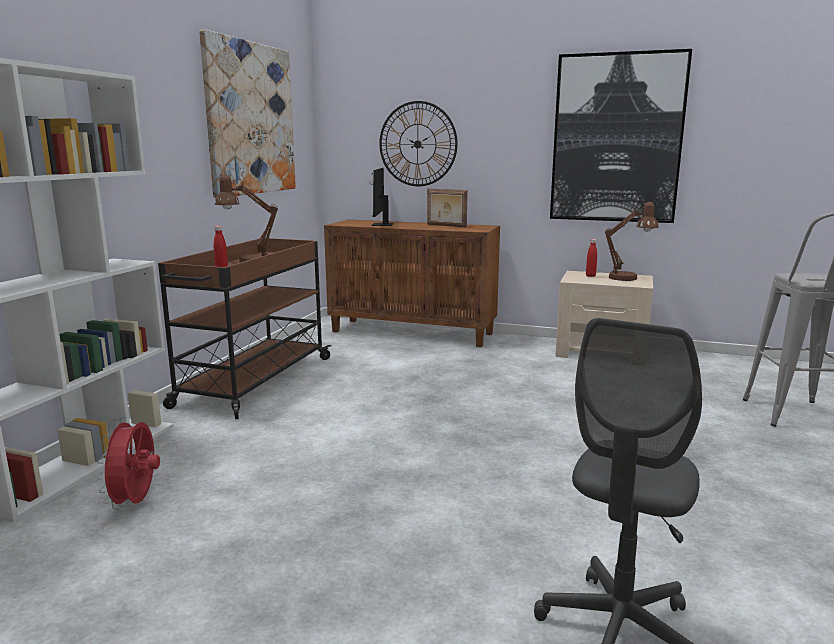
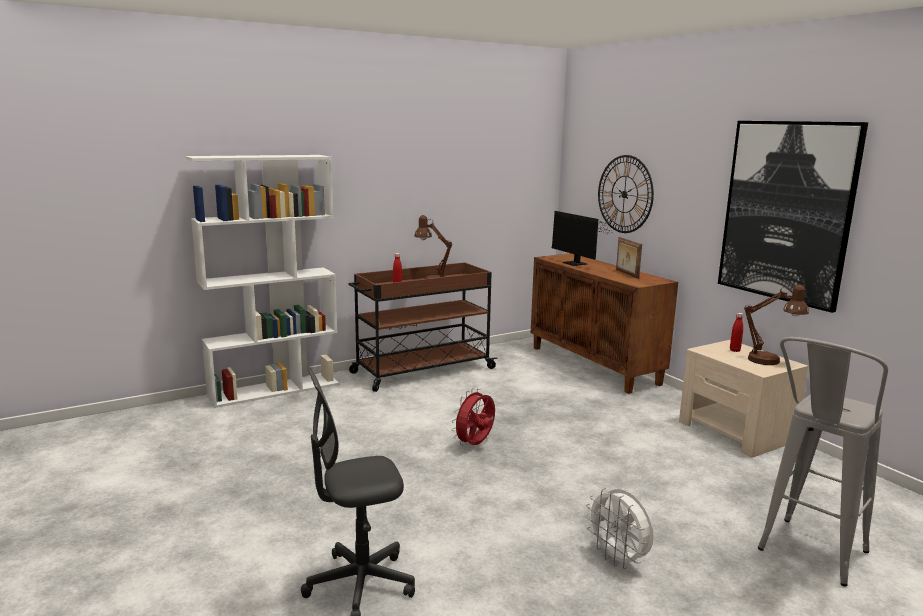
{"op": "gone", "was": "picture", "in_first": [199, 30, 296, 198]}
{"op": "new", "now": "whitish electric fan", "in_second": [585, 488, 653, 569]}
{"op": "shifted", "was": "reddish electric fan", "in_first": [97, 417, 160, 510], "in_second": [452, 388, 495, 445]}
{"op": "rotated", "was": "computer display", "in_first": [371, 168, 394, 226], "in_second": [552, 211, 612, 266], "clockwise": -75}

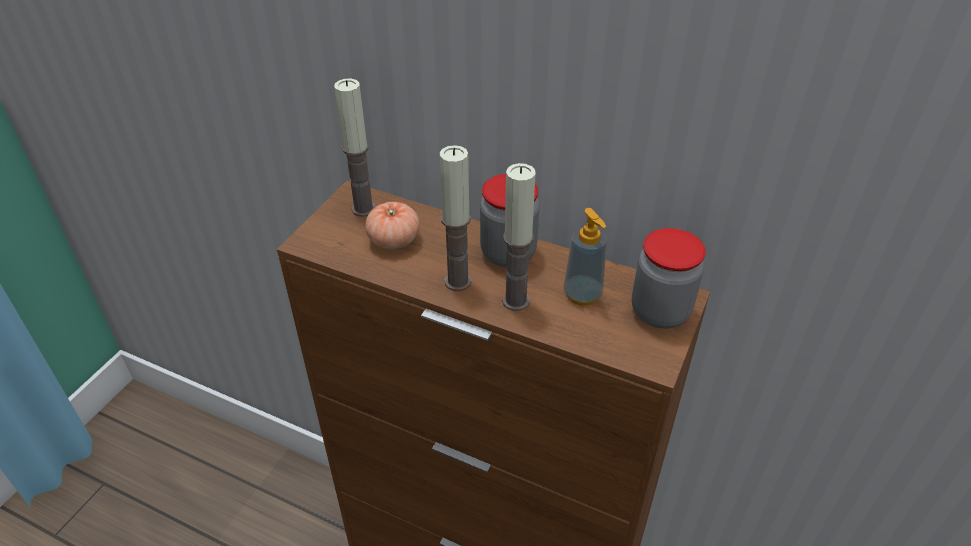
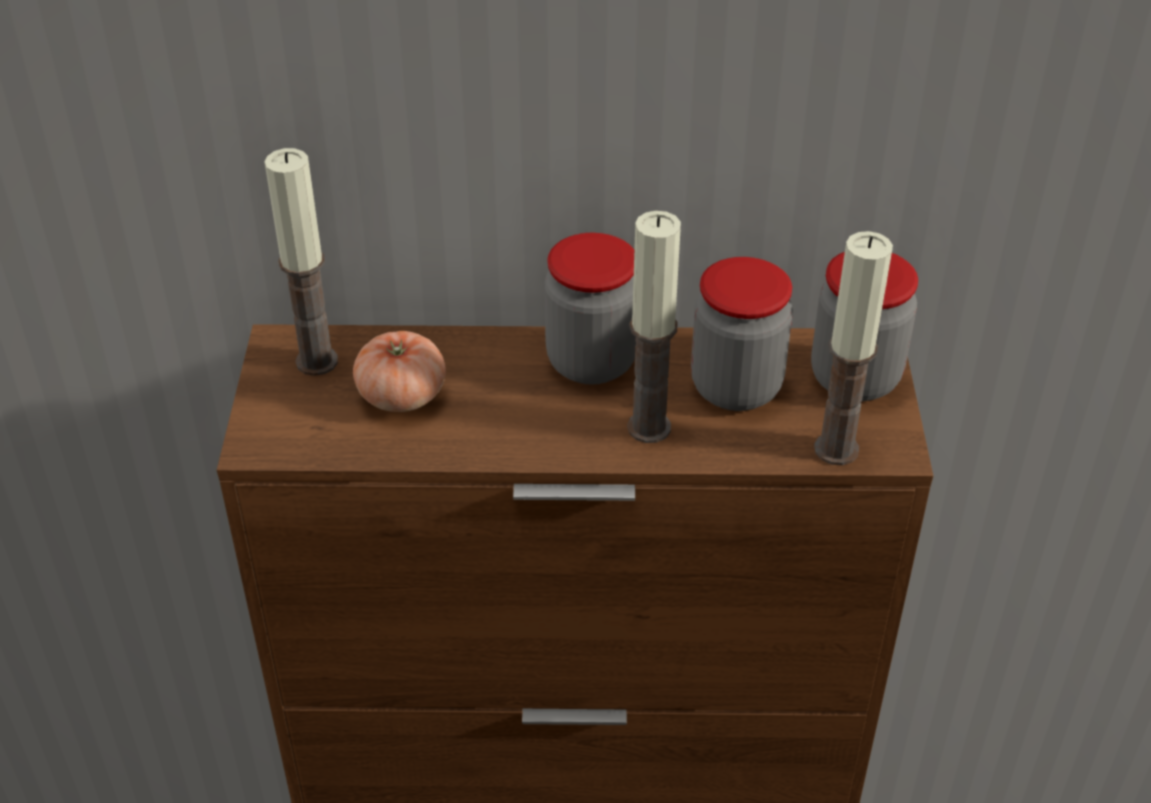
{"op": "shifted", "was": "wax light", "in_first": [440, 145, 472, 291], "in_second": [814, 231, 893, 465]}
{"op": "swapped", "was": "liquid soap bottle", "now": "storage jar", "in_first": [563, 208, 607, 306], "in_second": [691, 257, 793, 411]}

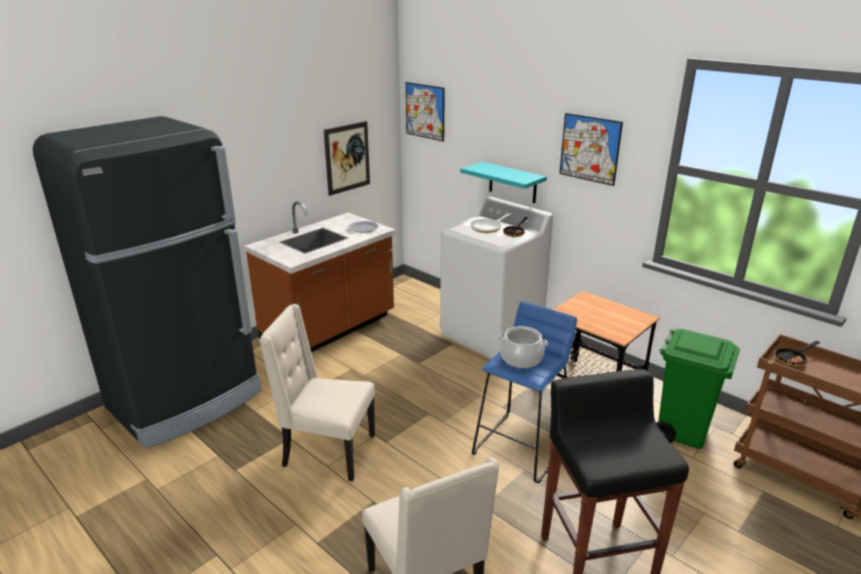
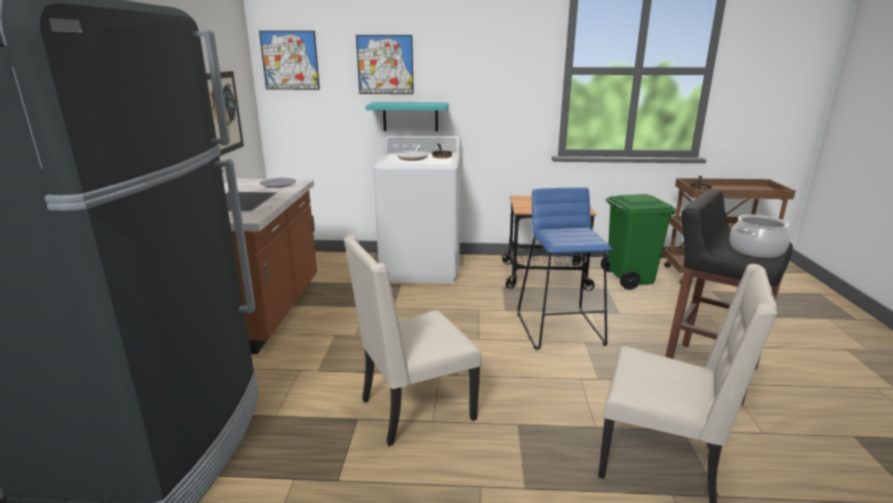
{"op": "shifted", "was": "cooking pot", "in_first": [499, 326, 548, 368], "in_second": [730, 215, 790, 258]}
{"op": "shifted", "was": "picture", "in_first": [559, 113, 623, 186], "in_second": [356, 35, 414, 94]}

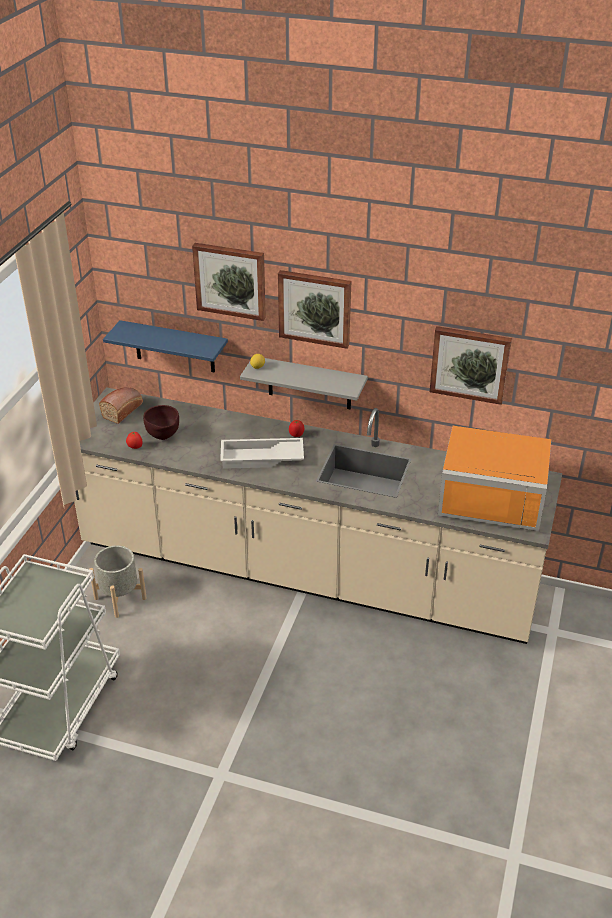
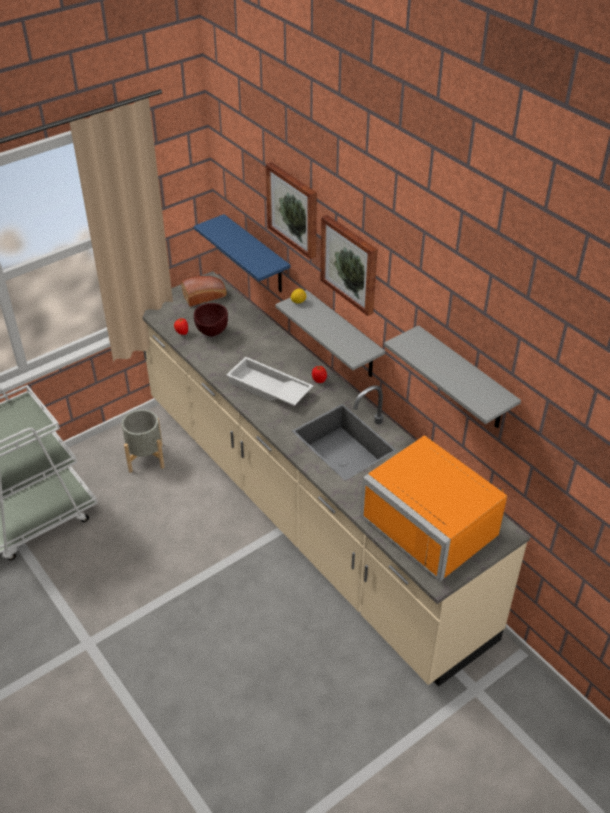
{"op": "swapped", "was": "picture", "now": "grey shelf", "in_first": [430, 326, 512, 405], "in_second": [384, 325, 521, 428]}

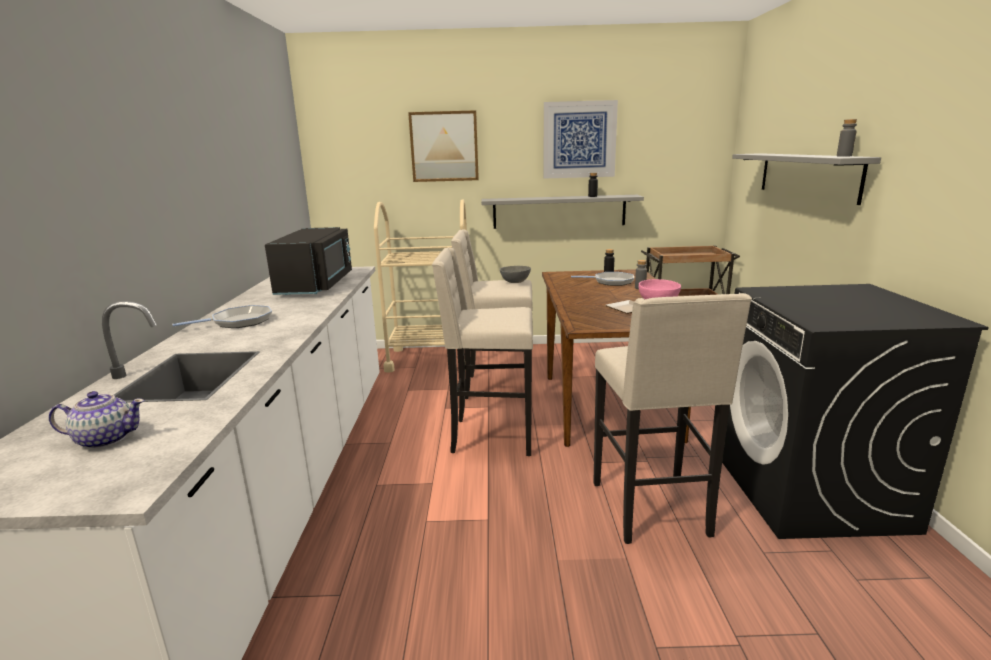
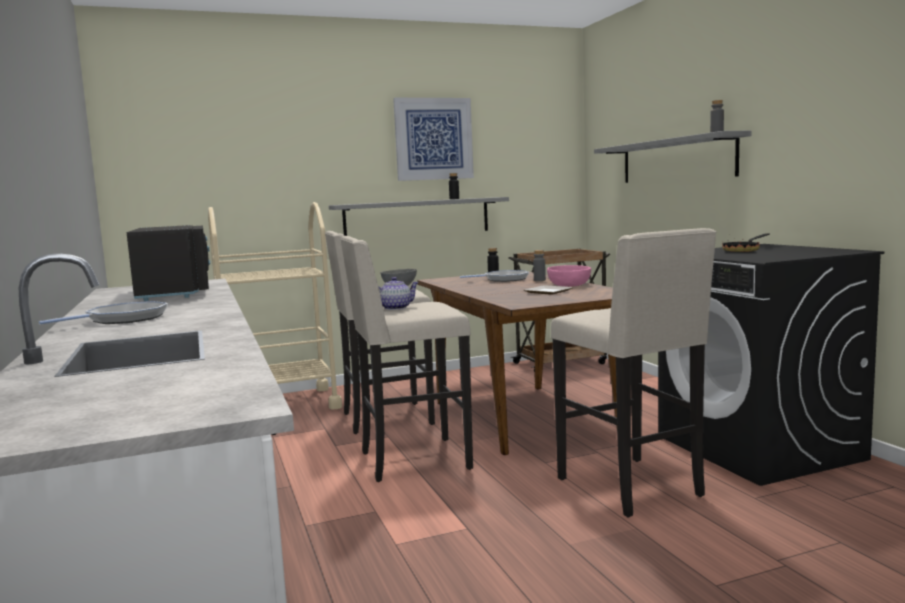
{"op": "gone", "was": "picture", "in_first": [408, 110, 479, 182]}
{"op": "new", "now": "pan", "in_second": [722, 233, 770, 252]}
{"op": "shifted", "was": "pot for tea", "in_first": [49, 391, 144, 449], "in_second": [378, 277, 419, 310]}

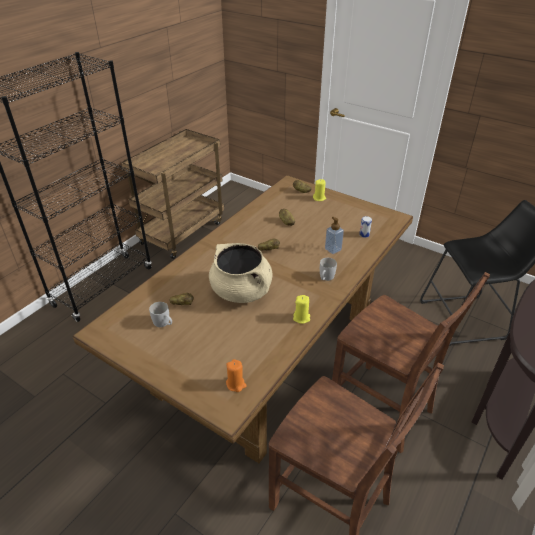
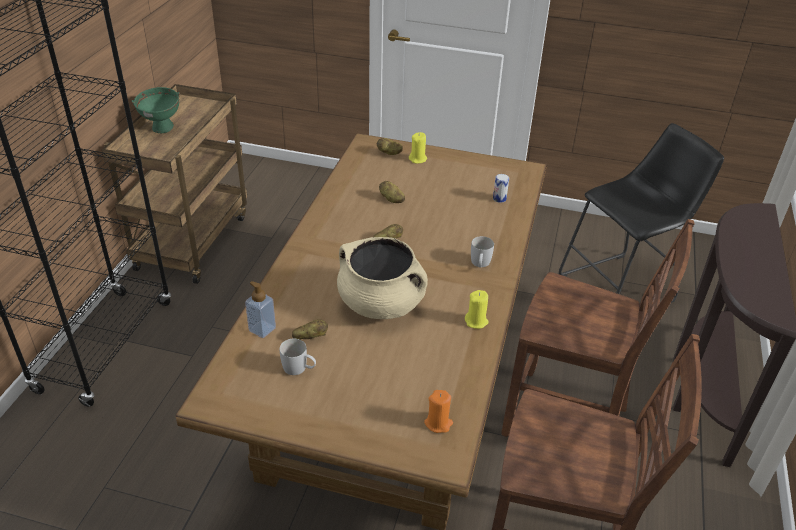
{"op": "new", "now": "green serving bowl", "in_second": [132, 87, 180, 133]}
{"op": "shifted", "was": "liquid soap bottle", "in_first": [325, 217, 344, 254], "in_second": [245, 281, 276, 338]}

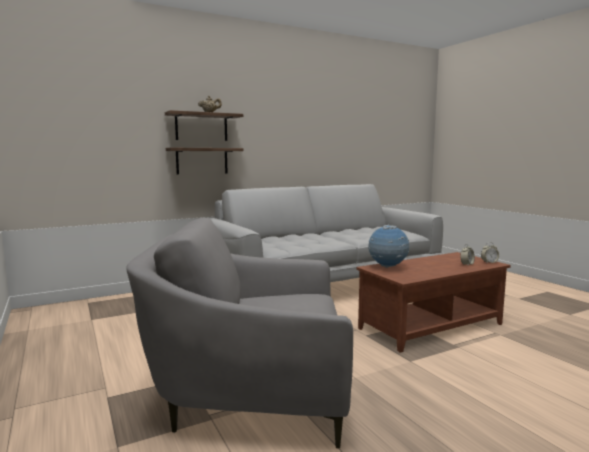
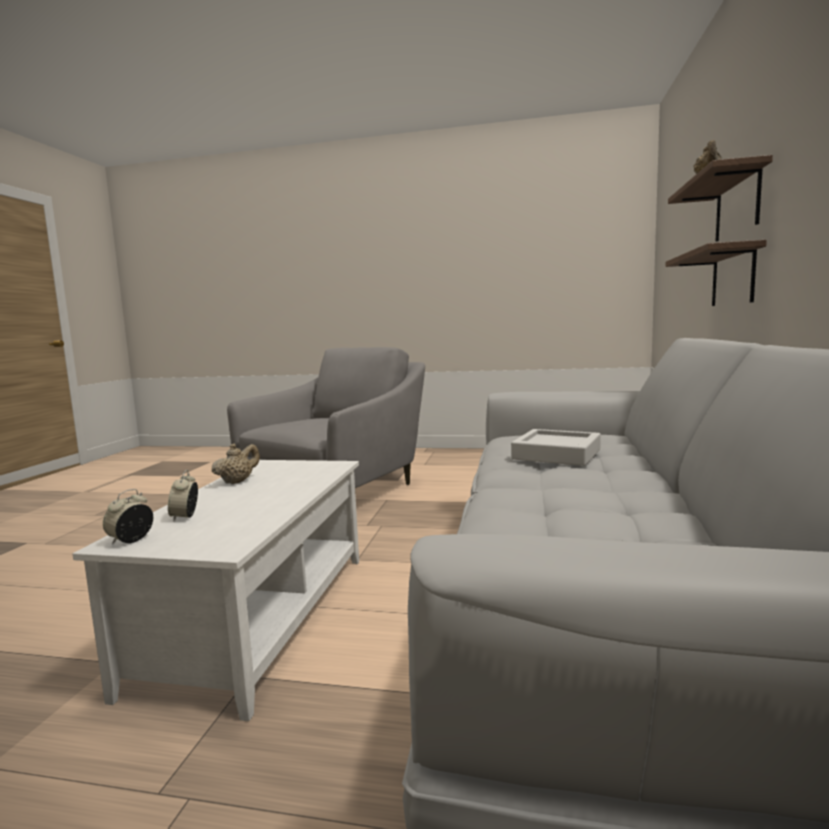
{"op": "gone", "was": "desk globe", "in_first": [367, 225, 409, 268]}
{"op": "new", "now": "beige pot for tea", "in_second": [212, 443, 260, 484]}
{"op": "new", "now": "grey serving tray", "in_second": [511, 429, 601, 466]}
{"op": "repainted", "was": "brown coffee table", "now": "whitish coffee table", "in_first": [356, 252, 511, 353], "in_second": [72, 460, 359, 721]}

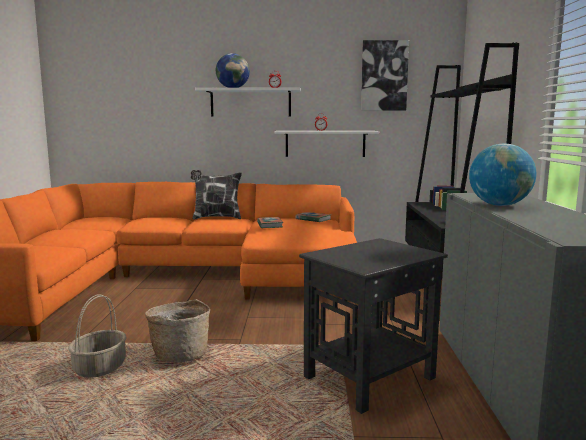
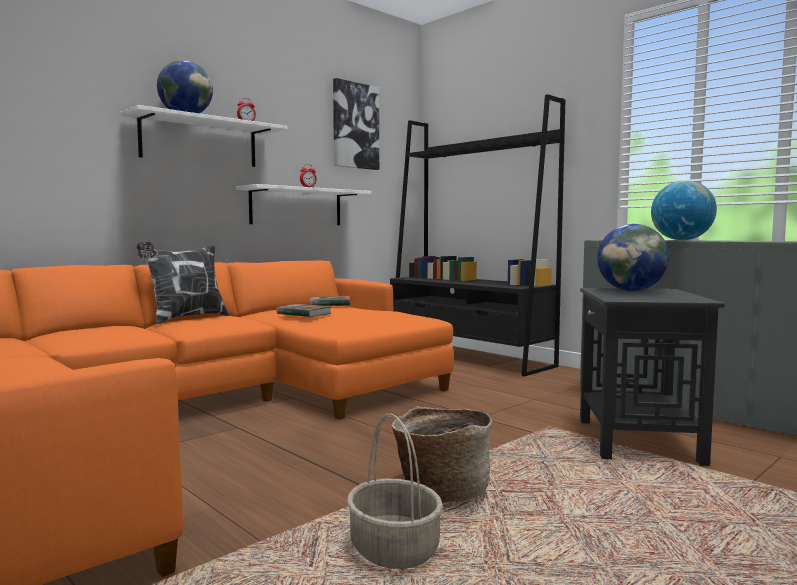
{"op": "new", "now": "desk globe", "in_second": [597, 224, 669, 291]}

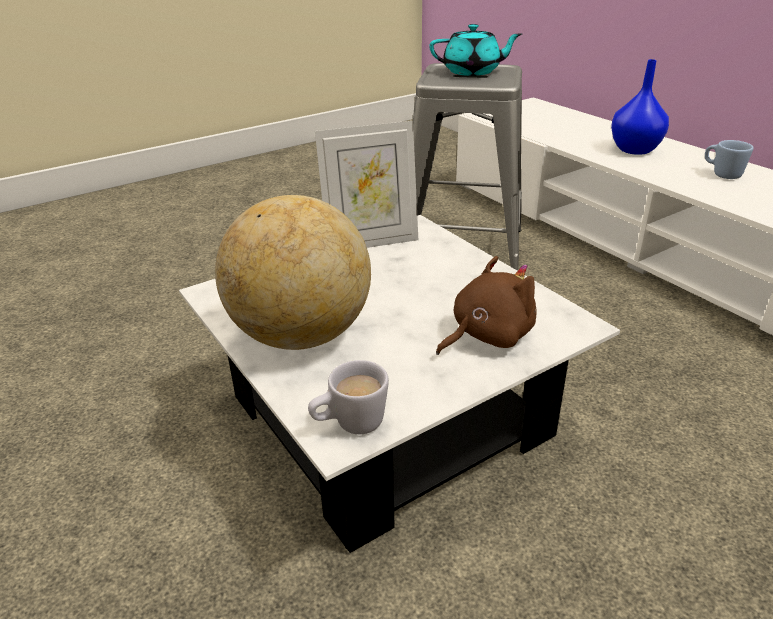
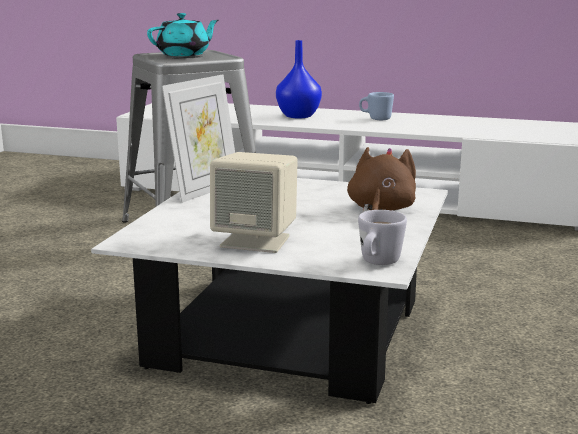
{"op": "swapped", "was": "desk globe", "now": "beige speaker", "in_first": [215, 195, 371, 350], "in_second": [210, 152, 298, 253]}

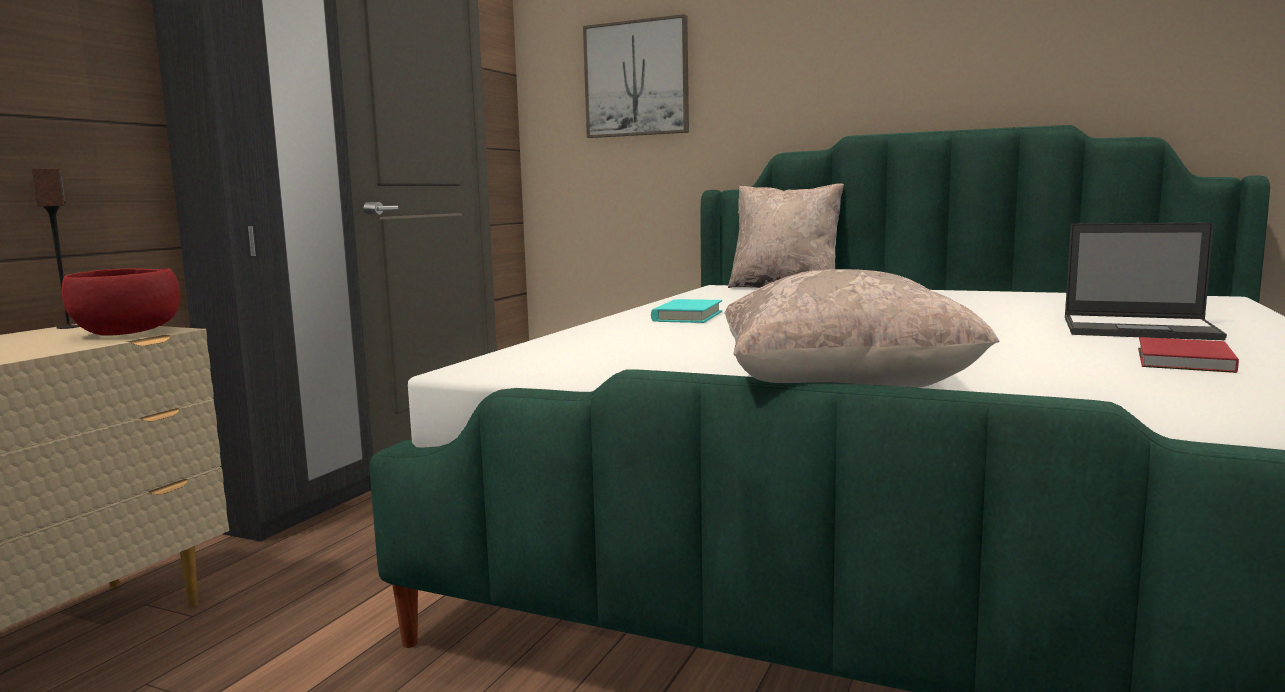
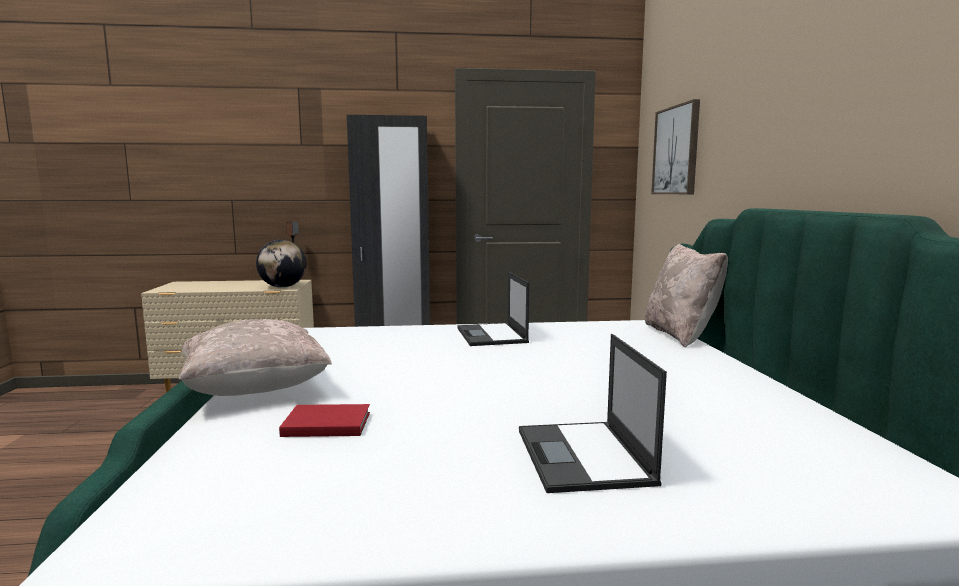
{"op": "shifted", "was": "reddish book", "in_first": [1138, 337, 1239, 373], "in_second": [279, 404, 370, 437]}
{"op": "swapped", "was": "reddish serving bowl", "now": "desk globe", "in_first": [62, 268, 180, 336], "in_second": [256, 240, 306, 288]}
{"op": "swapped", "was": "blue-green book", "now": "portable computer", "in_first": [651, 299, 722, 323], "in_second": [457, 272, 529, 346]}

